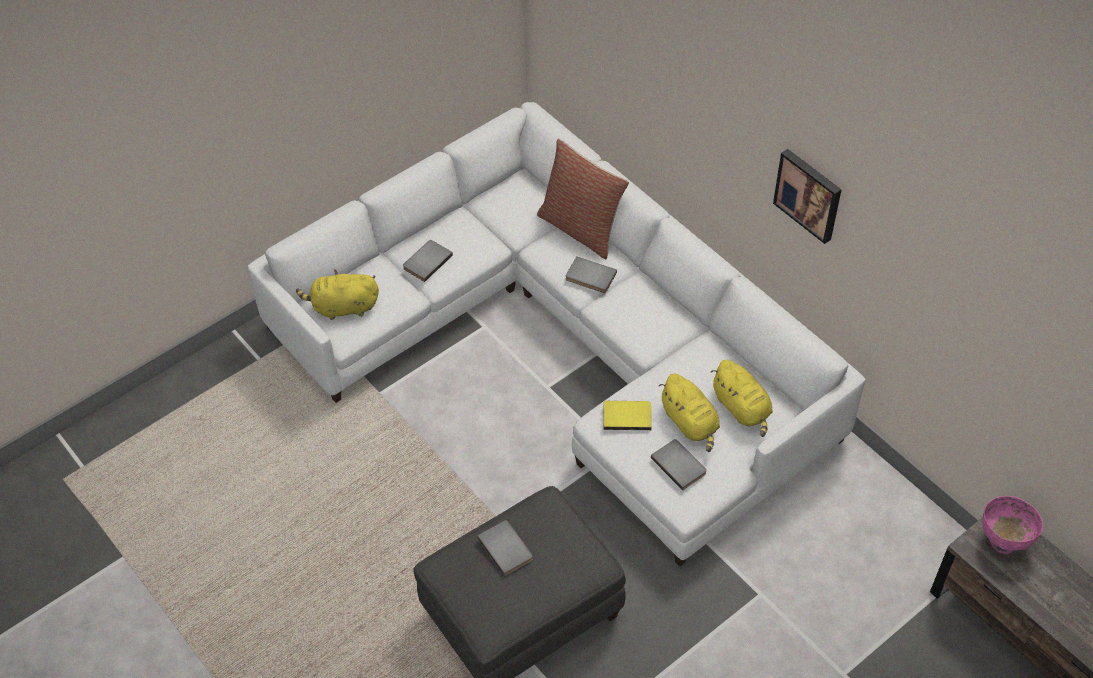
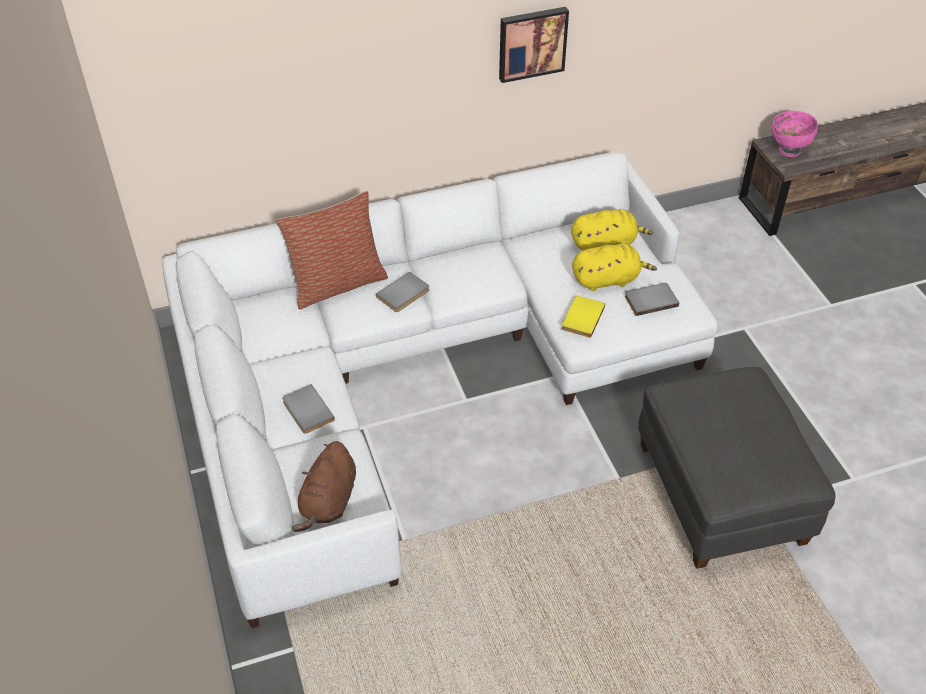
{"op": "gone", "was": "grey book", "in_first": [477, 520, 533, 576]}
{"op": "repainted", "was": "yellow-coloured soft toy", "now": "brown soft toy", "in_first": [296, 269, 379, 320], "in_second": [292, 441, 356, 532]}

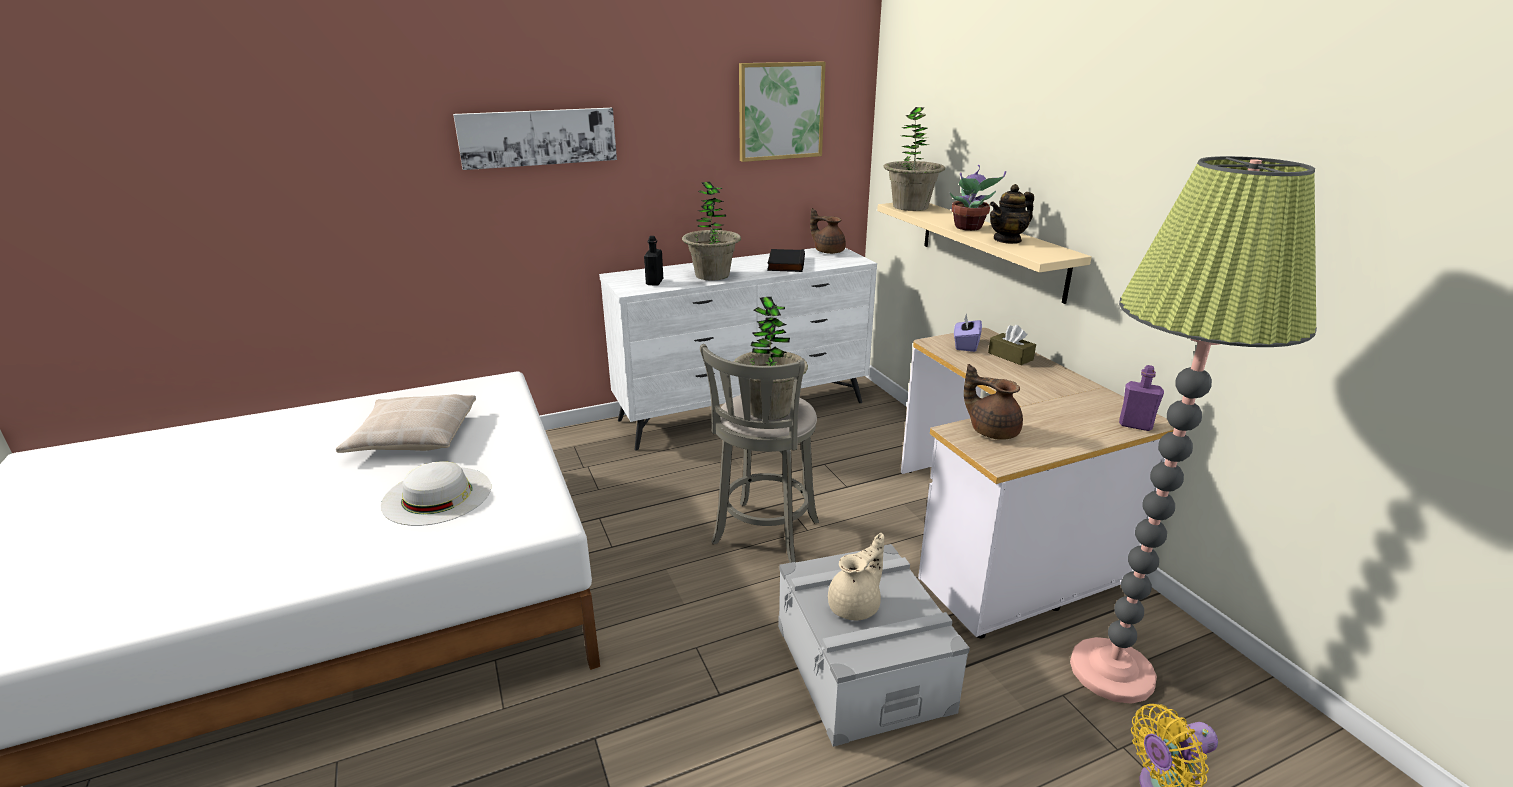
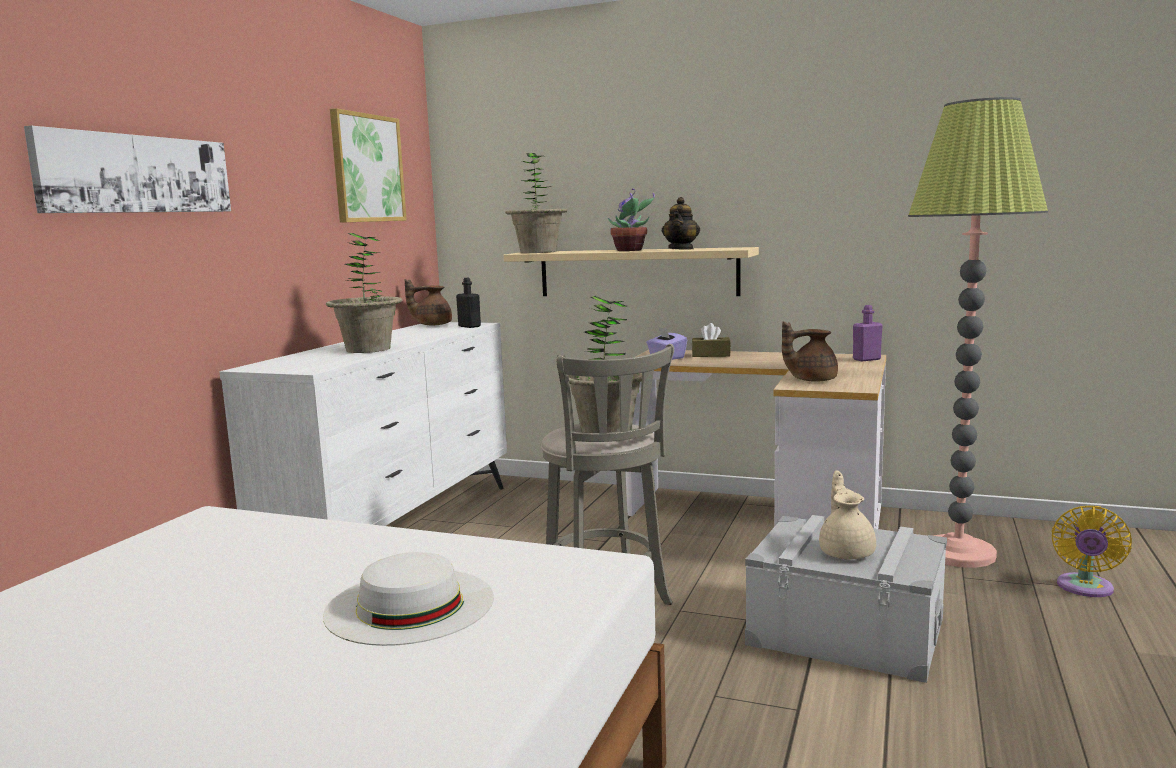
{"op": "gone", "was": "beige throw pillow", "in_first": [336, 394, 476, 453]}
{"op": "gone", "was": "black book", "in_first": [767, 249, 805, 272]}
{"op": "shifted", "was": "black drink bottle", "in_first": [644, 236, 663, 286], "in_second": [456, 278, 481, 328]}

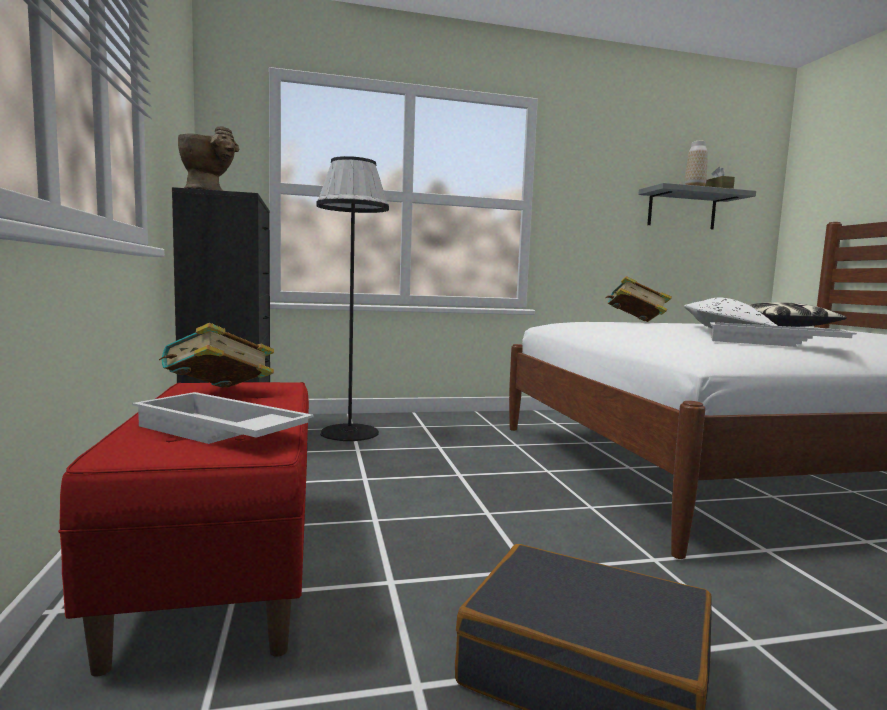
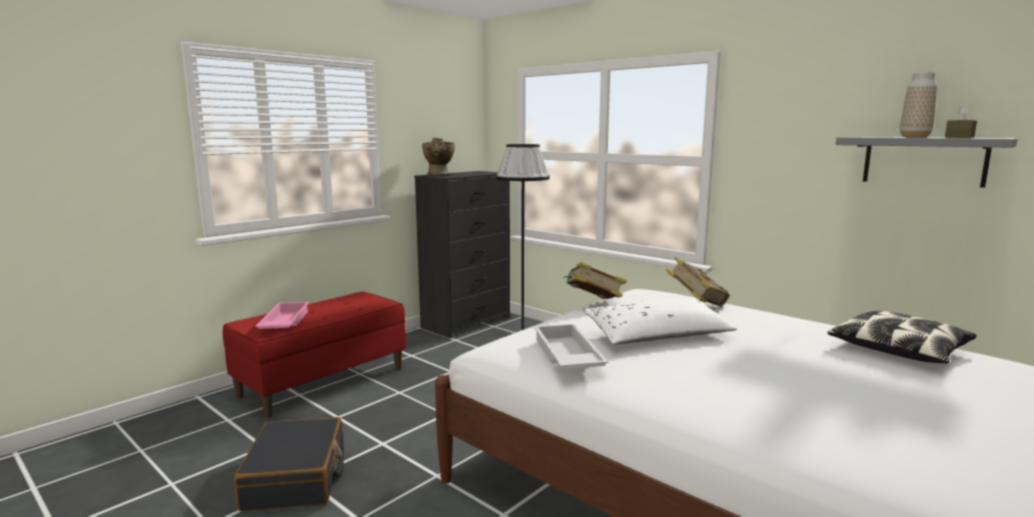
{"op": "shifted", "was": "book", "in_first": [159, 323, 274, 388], "in_second": [563, 262, 627, 299]}
{"op": "repainted", "was": "whitish serving tray", "now": "pinkish serving tray", "in_first": [132, 392, 314, 444], "in_second": [255, 302, 309, 329]}

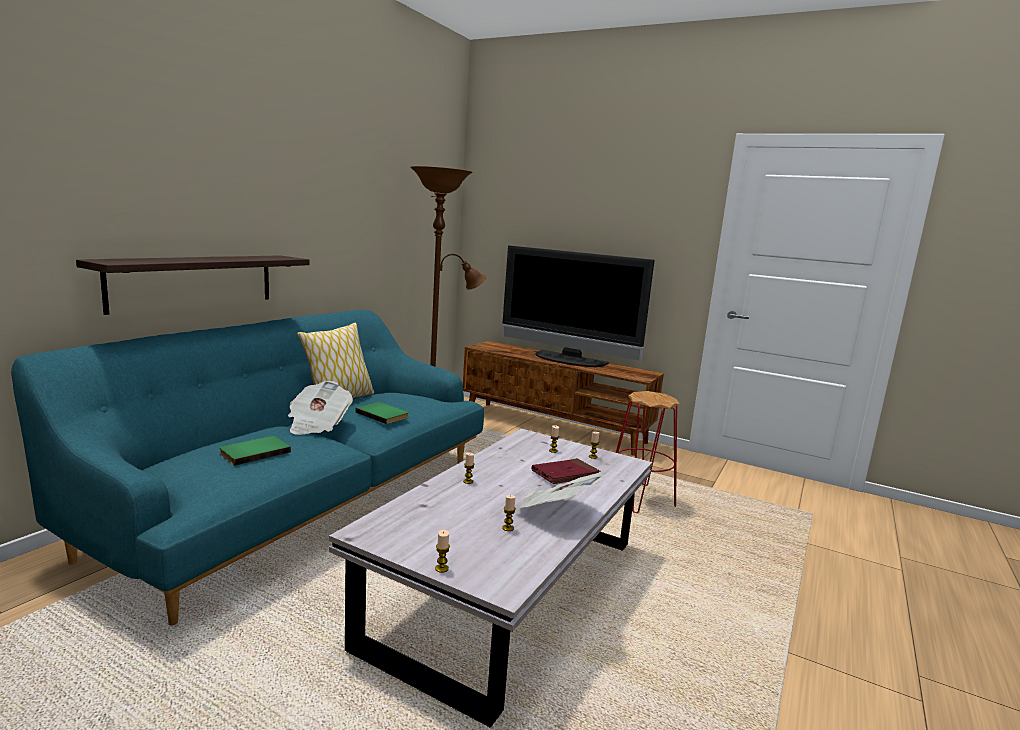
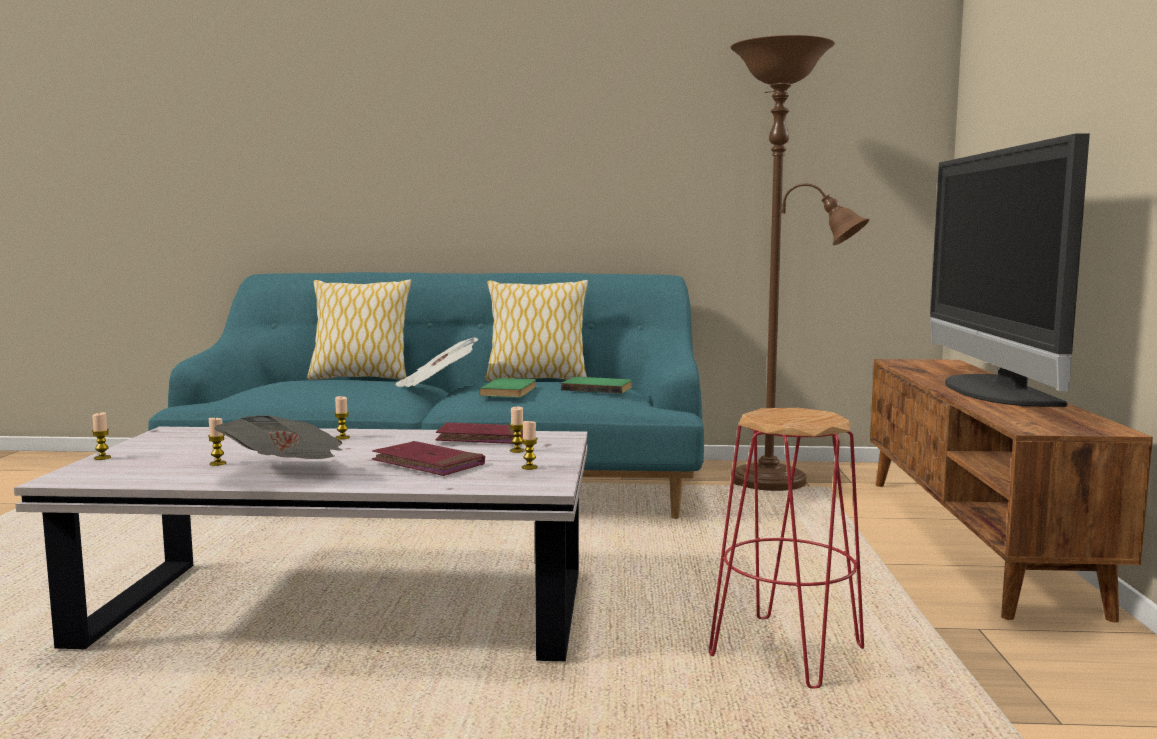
{"op": "gone", "was": "shelf", "in_first": [76, 255, 309, 315]}
{"op": "new", "now": "throw pillow", "in_second": [307, 279, 411, 380]}
{"op": "new", "now": "reddish book", "in_second": [435, 422, 523, 444]}
{"op": "shifted", "was": "green book", "in_first": [219, 436, 291, 466], "in_second": [561, 377, 632, 394]}

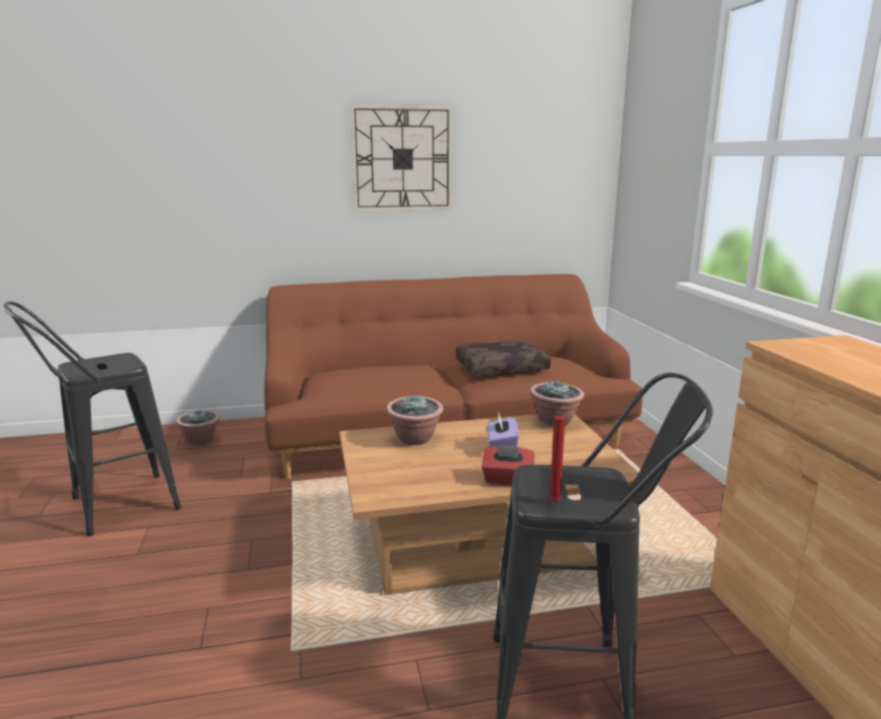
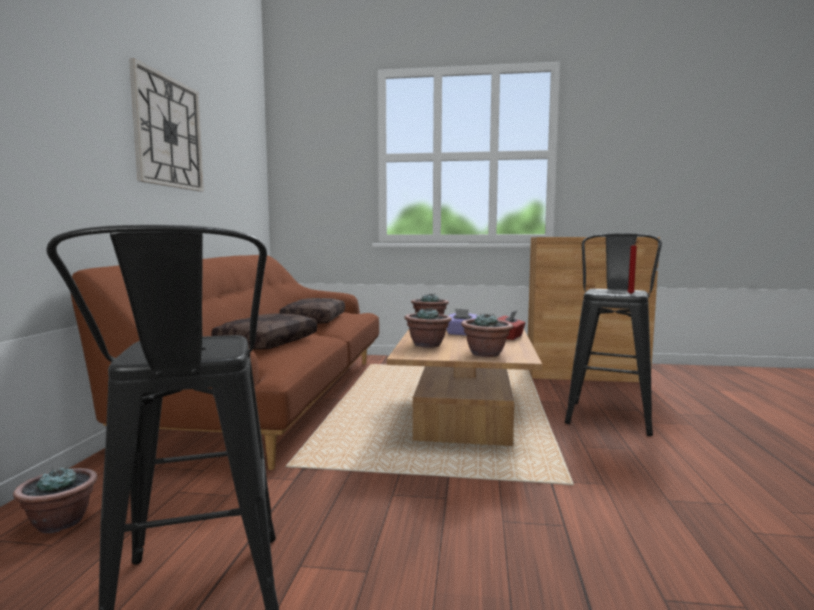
{"op": "new", "now": "brown throw pillow", "in_second": [211, 314, 317, 349]}
{"op": "new", "now": "potted plant", "in_second": [461, 314, 513, 357]}

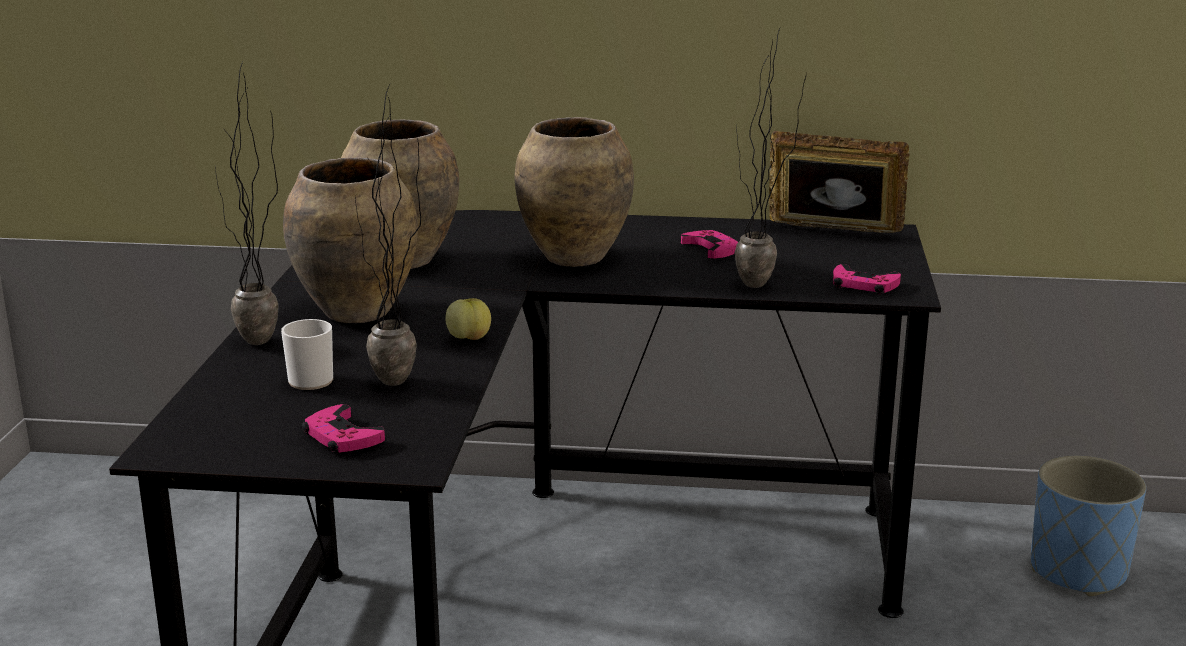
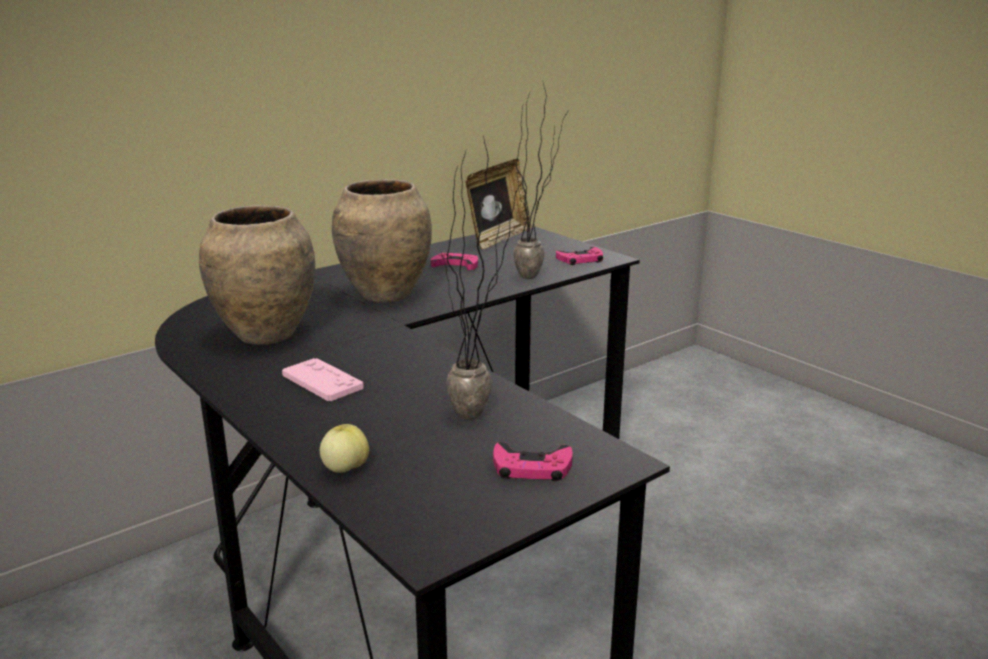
{"op": "gone", "was": "potted plant", "in_first": [215, 60, 279, 345]}
{"op": "gone", "was": "mug", "in_first": [281, 319, 333, 390]}
{"op": "gone", "was": "blue-coloured flower pot", "in_first": [1031, 456, 1146, 596]}
{"op": "shifted", "was": "apple fruit", "in_first": [446, 298, 491, 340], "in_second": [320, 424, 369, 473]}
{"op": "swapped", "was": "brown decorative vase", "now": "pinkish joypad", "in_first": [283, 158, 418, 323], "in_second": [282, 358, 364, 401]}
{"op": "rotated", "was": "standing frame", "in_first": [769, 131, 909, 233], "in_second": [465, 159, 532, 249], "clockwise": 150}

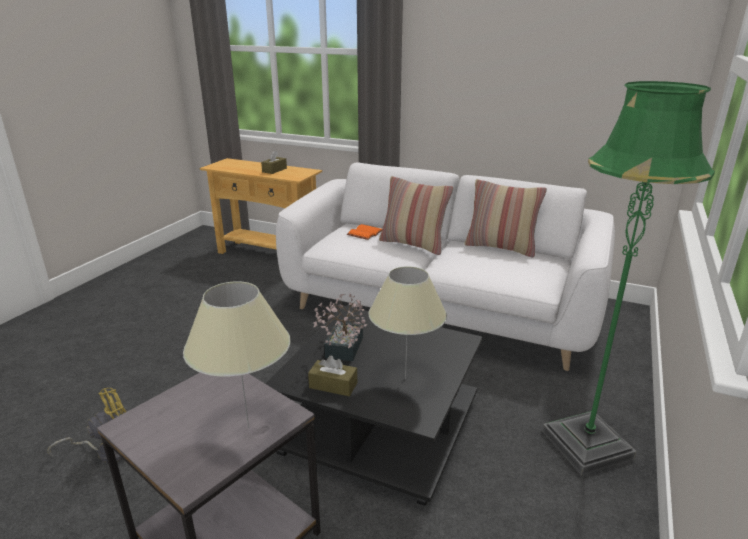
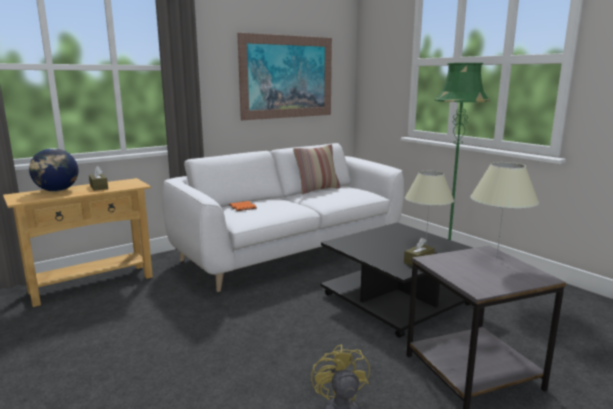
{"op": "gone", "was": "potted plant", "in_first": [313, 294, 367, 361]}
{"op": "gone", "was": "throw pillow", "in_first": [379, 176, 453, 255]}
{"op": "new", "now": "desk globe", "in_second": [29, 148, 78, 192]}
{"op": "new", "now": "picture", "in_second": [237, 33, 332, 120]}

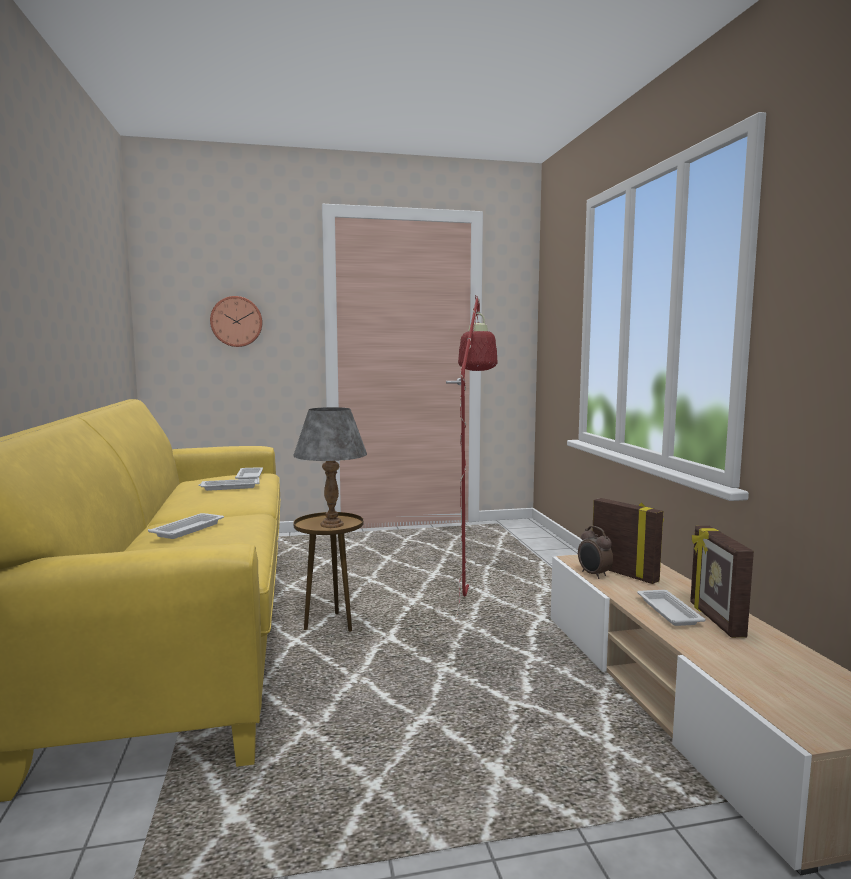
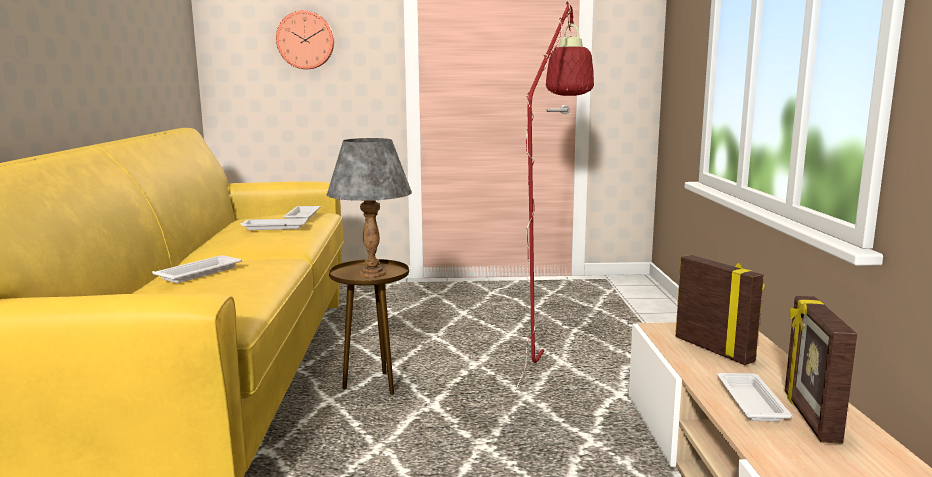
{"op": "gone", "was": "table clock", "in_first": [578, 526, 613, 579]}

